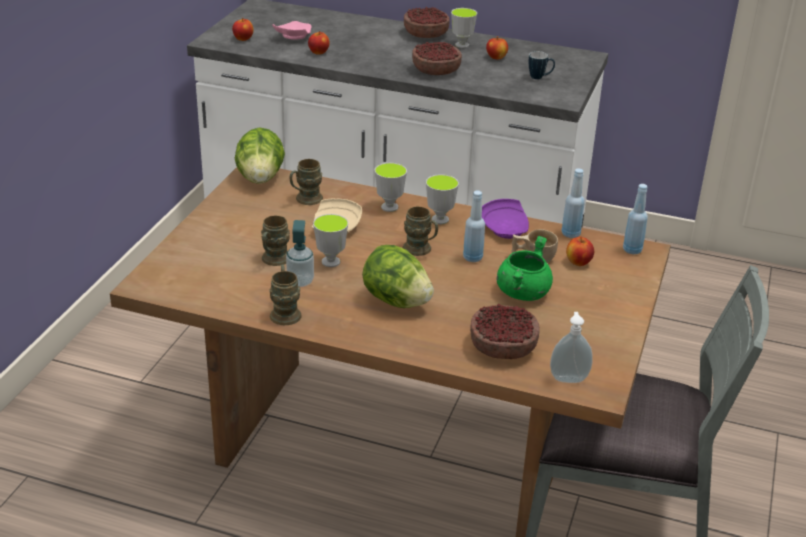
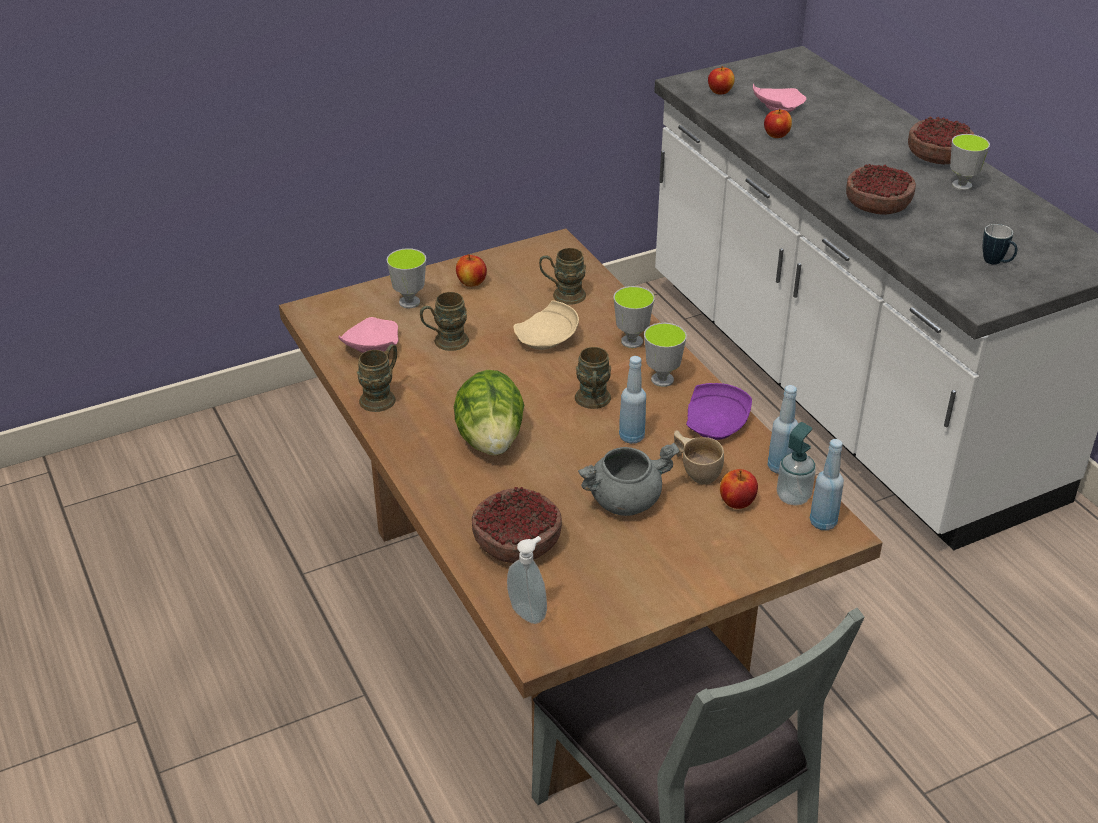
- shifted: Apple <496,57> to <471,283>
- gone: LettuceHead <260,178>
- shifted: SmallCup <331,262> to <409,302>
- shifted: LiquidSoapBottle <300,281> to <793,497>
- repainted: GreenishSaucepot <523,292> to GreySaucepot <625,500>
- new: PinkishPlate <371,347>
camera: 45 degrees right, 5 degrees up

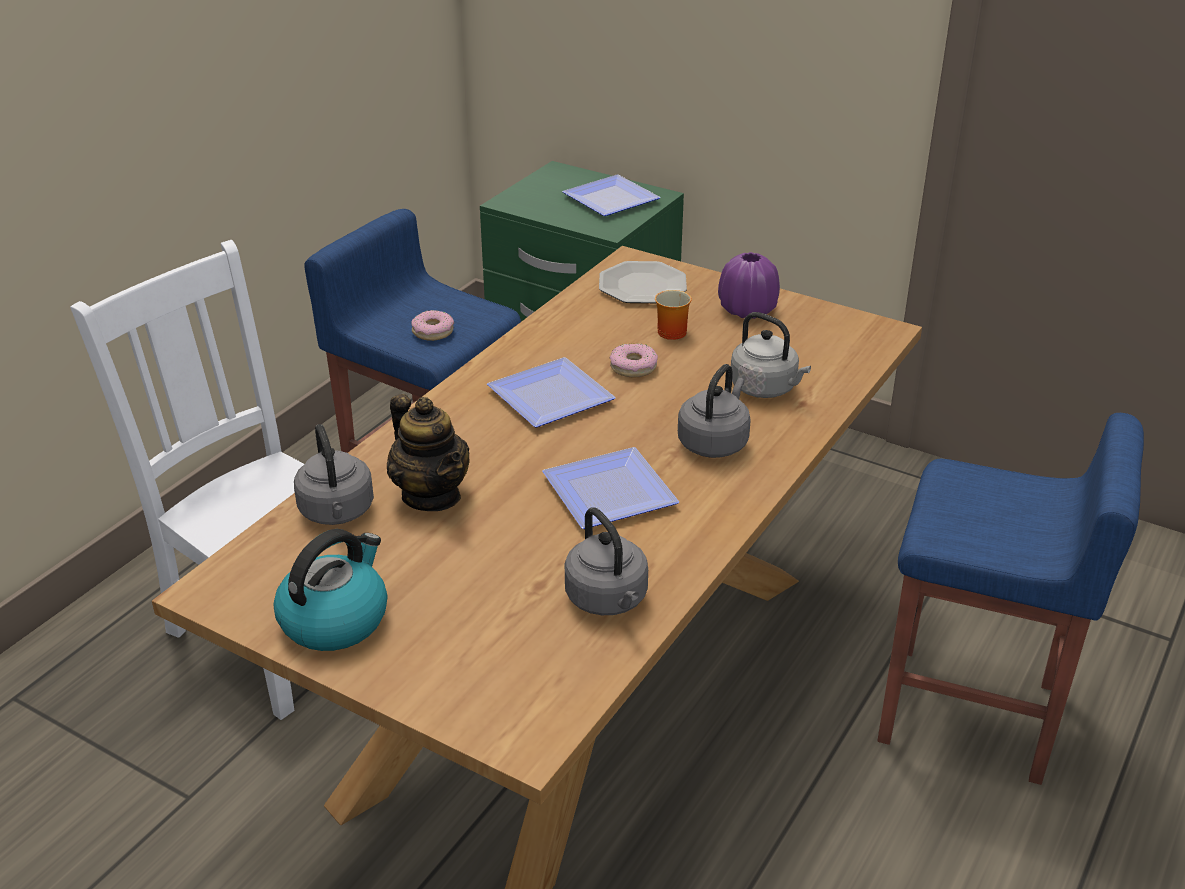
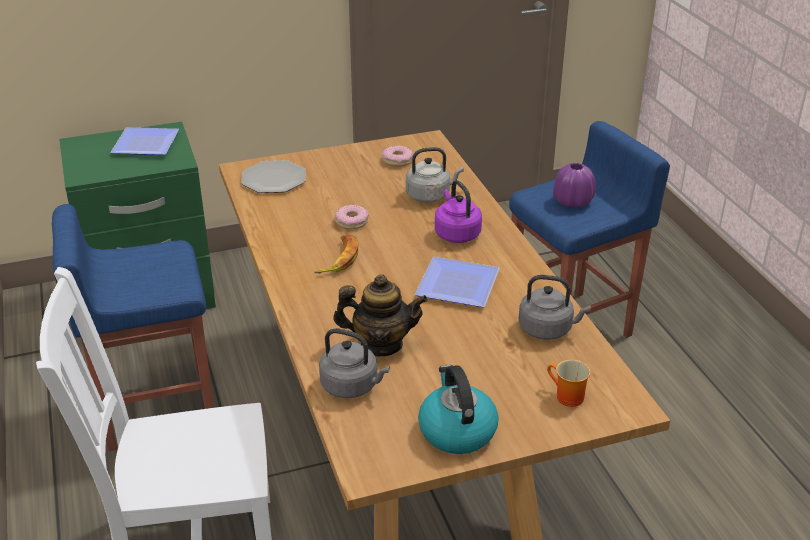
- shifted: PurpleVase <747,310> to <572,201>
- shifted: TeaMug <669,330> to <566,397>
- shifted: Doughnut <432,332> to <397,160>
- swapped: Plate <551,394> to BananaFruit <339,259>
- repainted: GreyKettle <714,442> to PurpleKettle <456,233>
camera: 50 degrees left, 0 degrees up

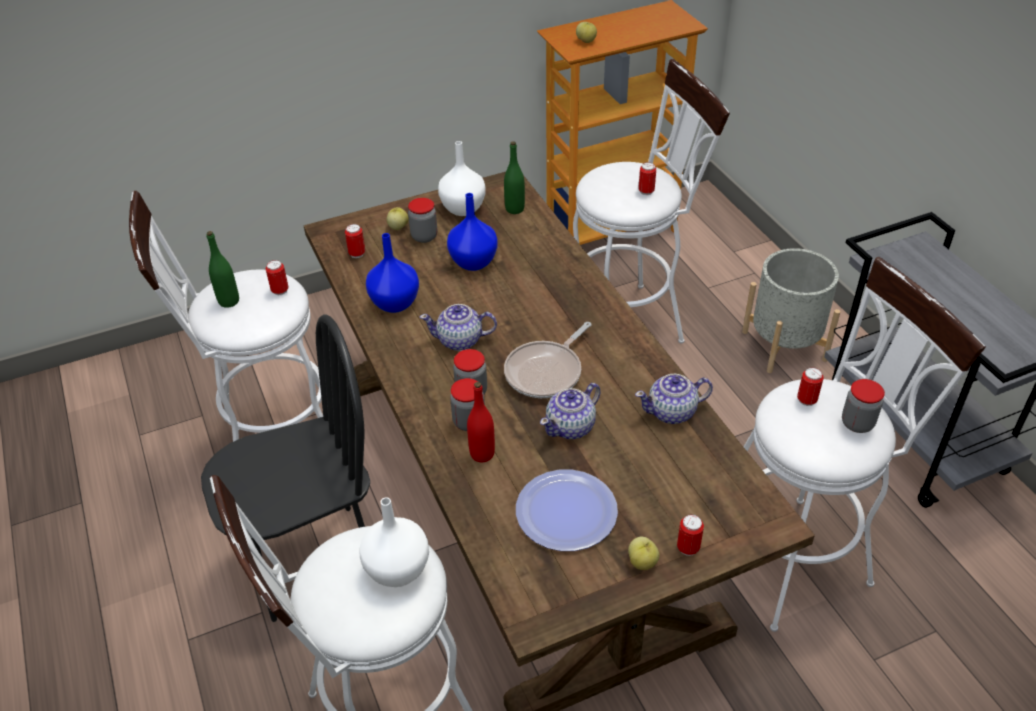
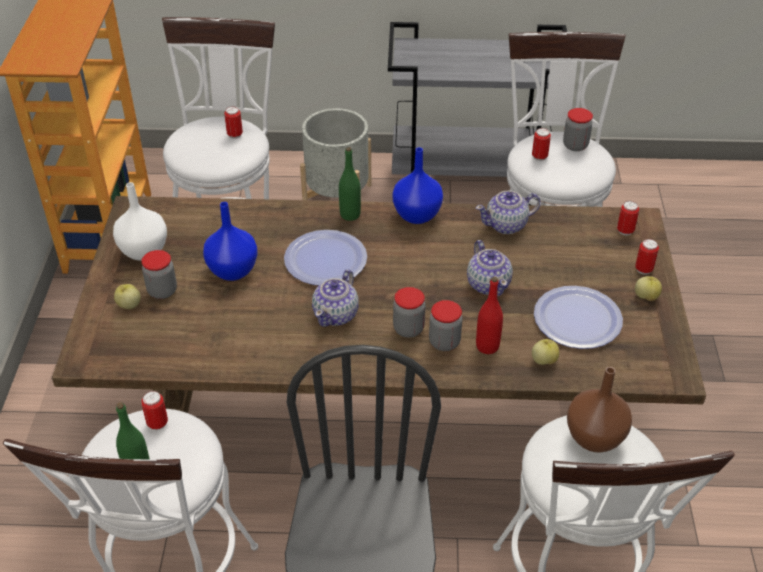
- shifted: Apple <586,41> to <544,360>
- shifted: GreenishBottle <514,209> to <350,215>
- shifted: MetalCan <357,254> to <625,231>
- shifted: BluishVase <394,303> to <416,215>
- gone: Pan <546,372>
- rotated: TeaPot <672,412> = <506,225> 60 degrees clockwise
- repainted: WhiteColouredVase <396,569> to BrownVase <593,438>
- new: Plate <325,259>
camera: 65 degrees left, 0 degrees up

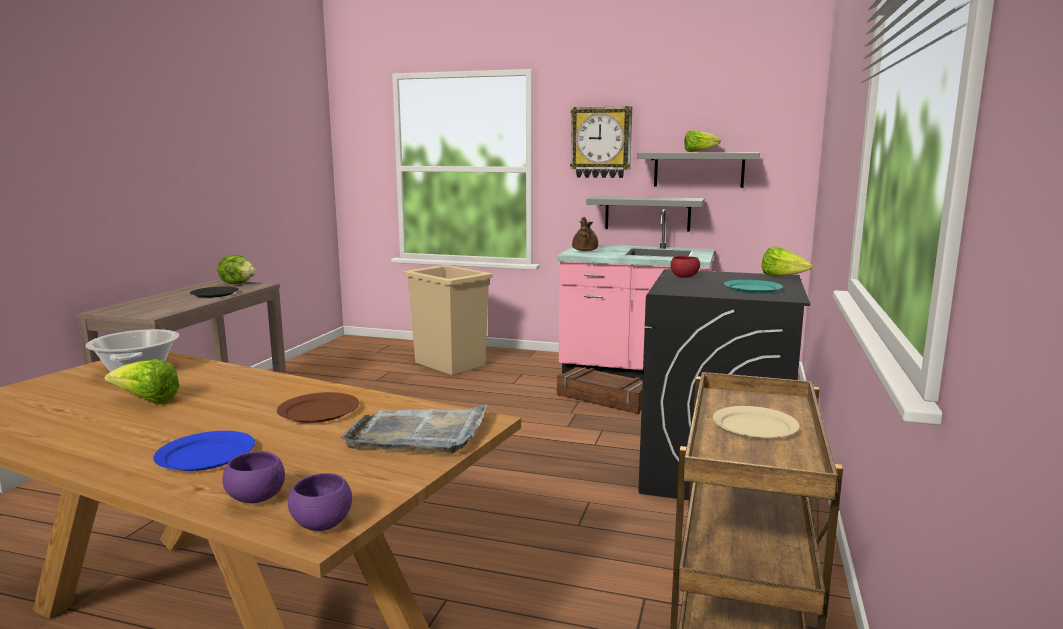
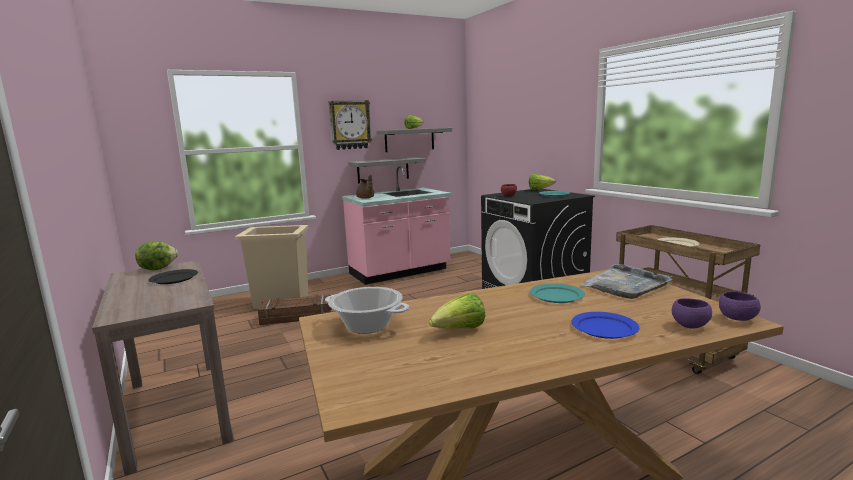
- shifted: ShippingCrate <605,399> to <297,316>
- repainted: BrownPlate <319,411> to BlueGreenPlate <556,295>
camera: 45 degrees left, 0 degrees up

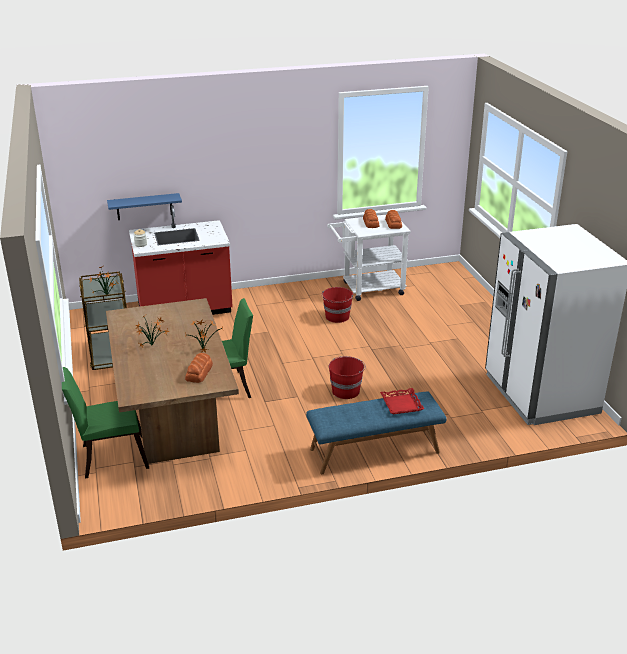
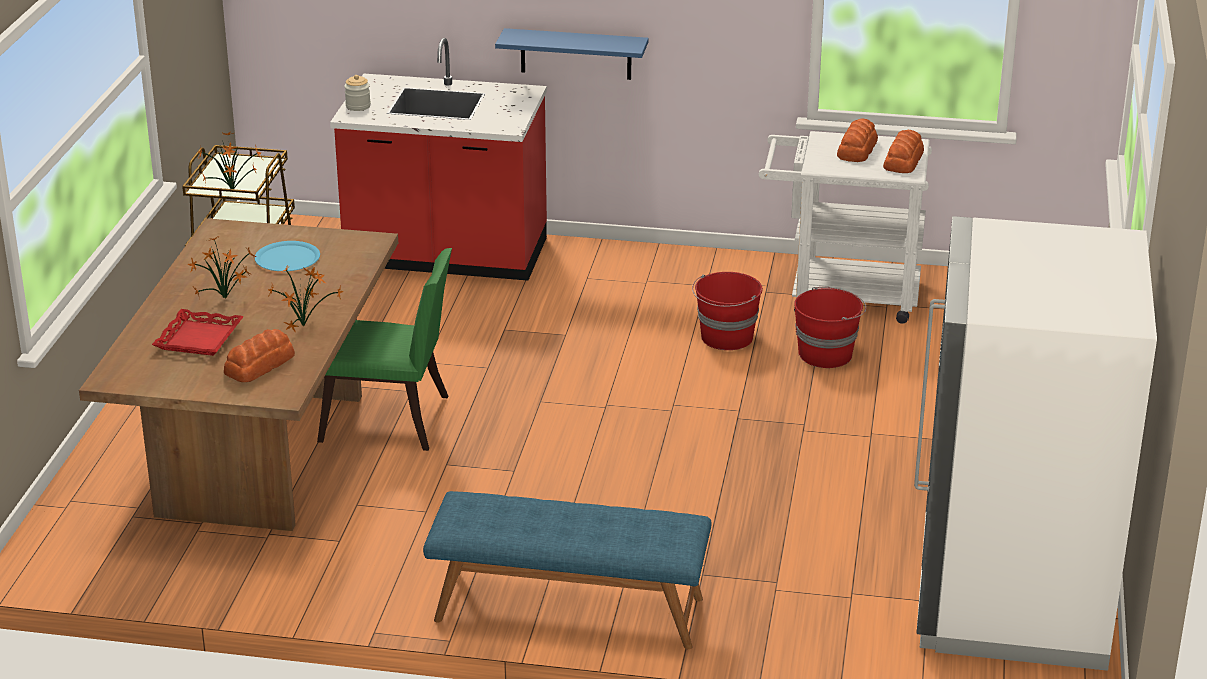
- shifted: BluishBracketShelf <144,206> to <576,54>
- shifted: ReddishWaterBucket <346,391> to <826,354>
- gone: GreenishUprightChair <109,457>
- shifted: ReddishServingTray <402,404> to <199,339>
- new: BluishPlate <287,258>
camera: 25 degrees right, 0 degrees up

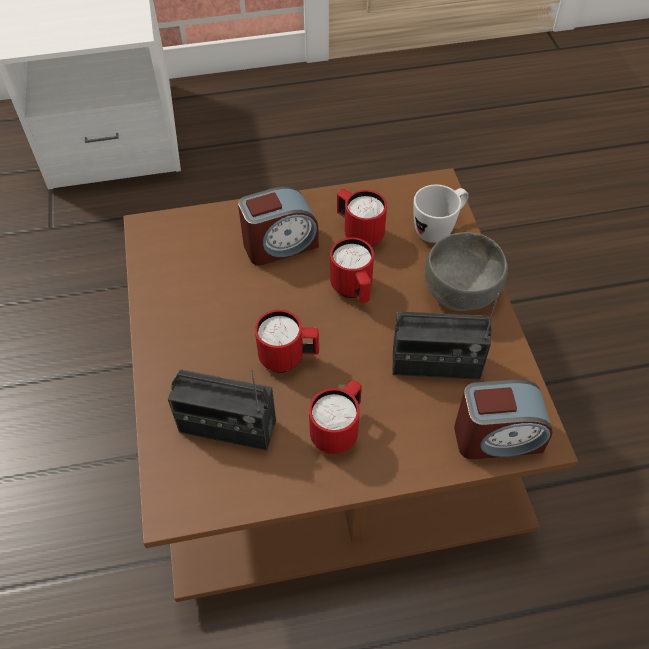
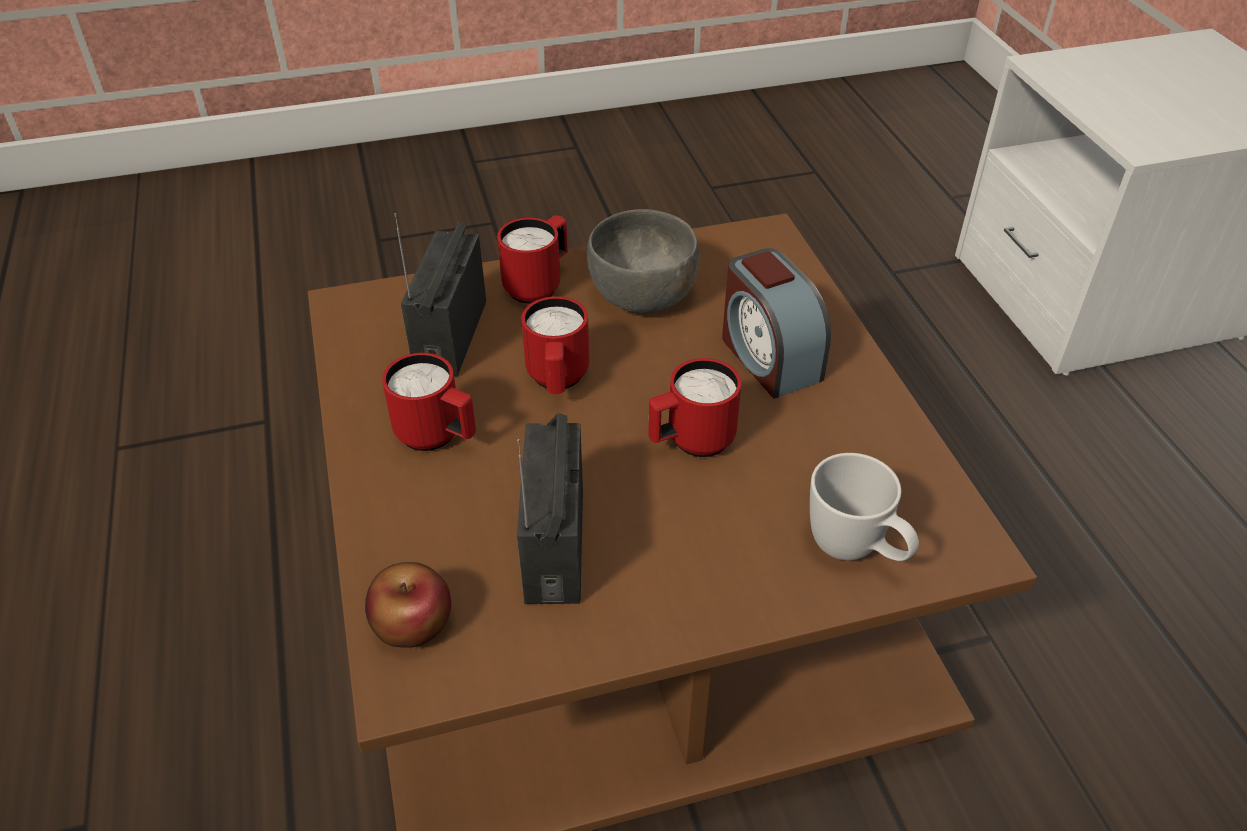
- shifted: ReddishTeaMug <359,233> to <538,285>
- shifted: GreyBowl <461,291> to <644,295>
- swapped: AlarmClock <497,437> to Apple <413,623>
camera: 85 degrees right, 10 degrees down

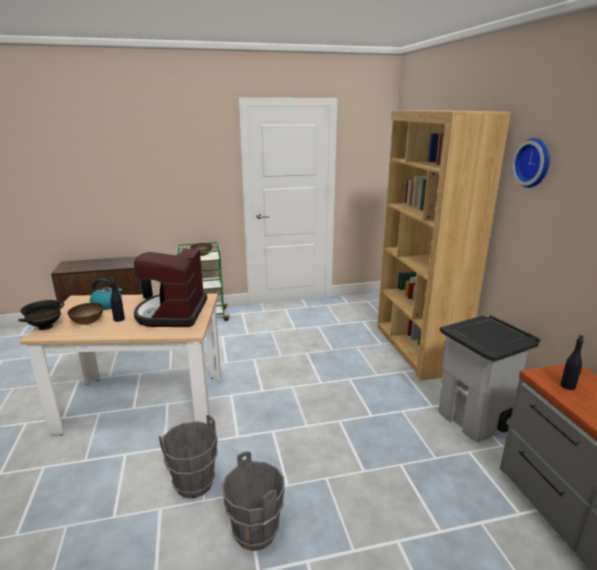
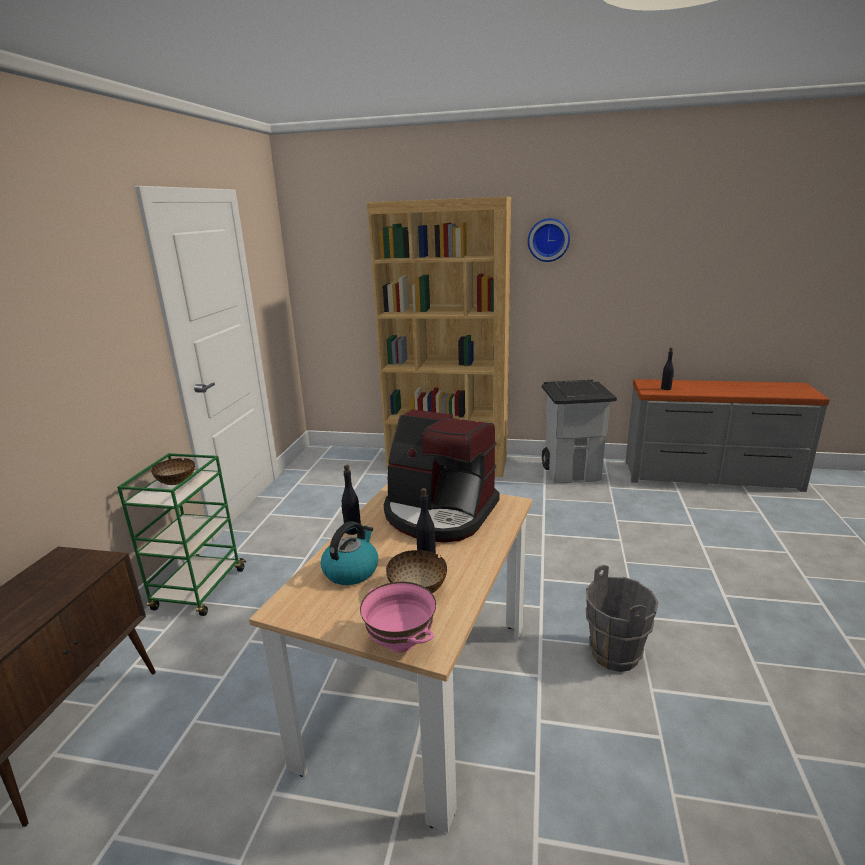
- repainted: BlackishBowl <46,327> to PinkishBowl <401,642>
- gone: GreyWaterBucket <255,532>
camera: 65 degrees left, 0 degrees up

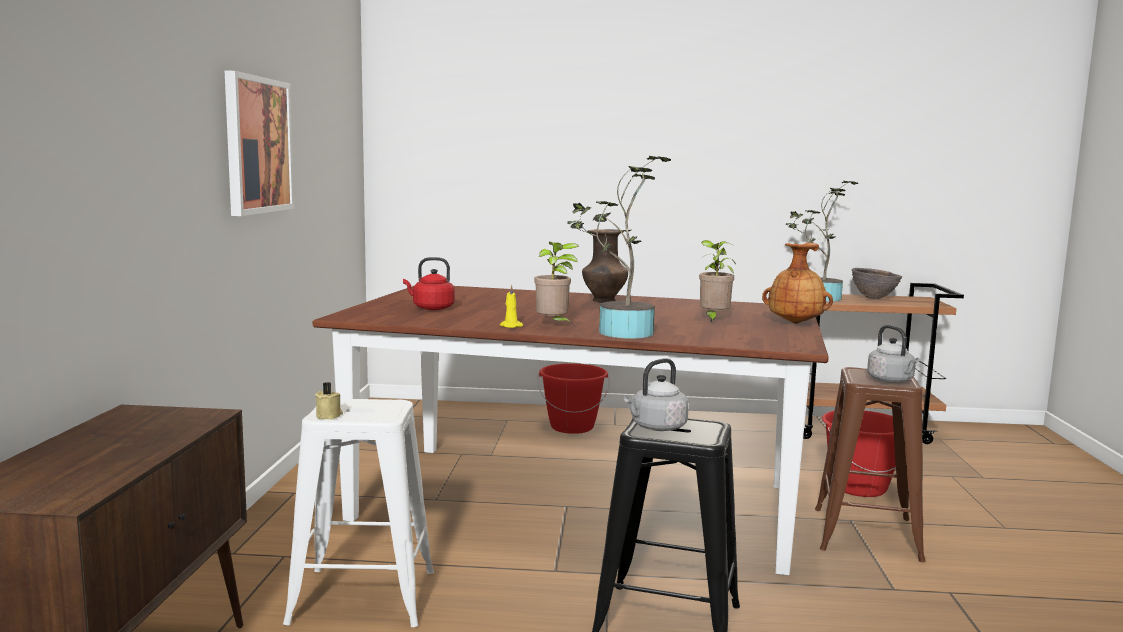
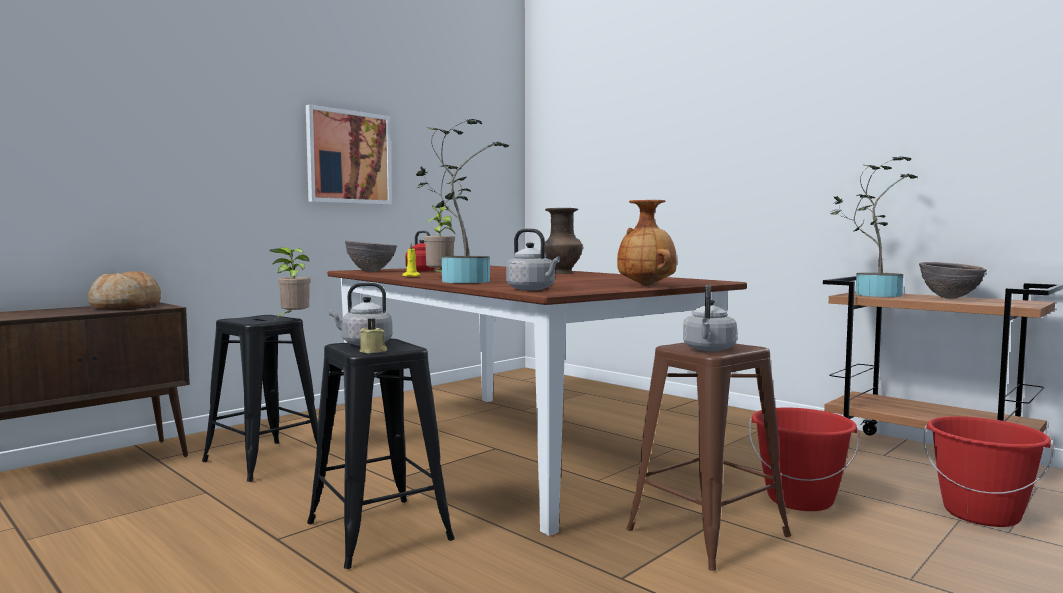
- shifted: PlantInAPot <713,320> to <293,319>
- shifted: ReddishWaterBucket <572,427> to <981,514>
- shifted: BeigeColouredCandle <329,415> to <373,351>
- repainted: WhiteColouredStool <364,597> to BlackishStool <265,461>
- new: GreyKettle <532,289>
- new: BrownBowl <371,271>
- new: BakedBread <126,306>
camera: 40 degrees right, 5 degrees down

